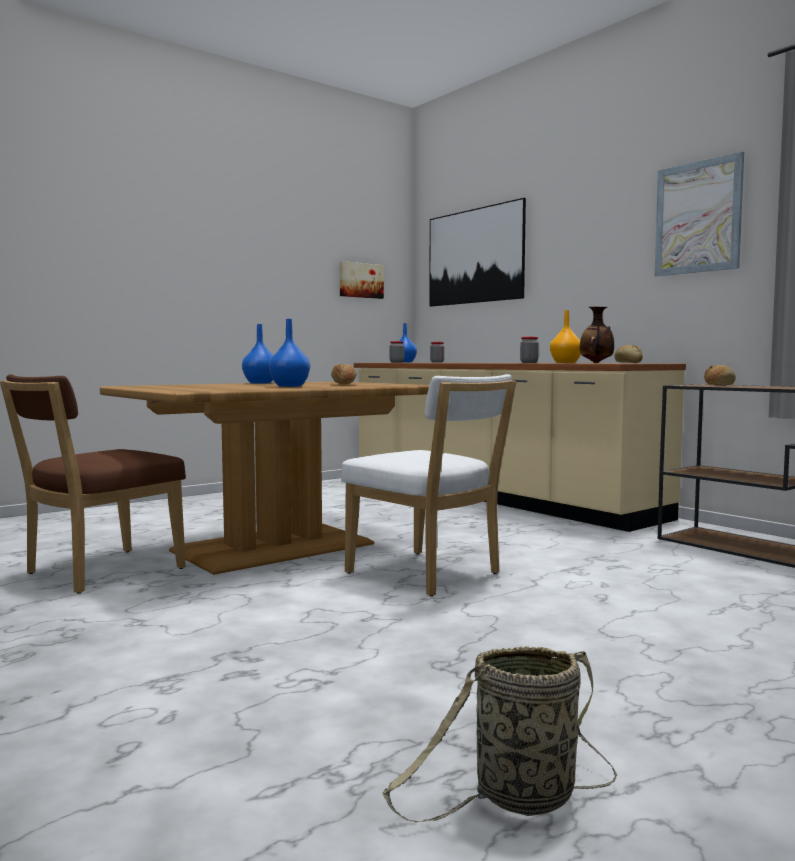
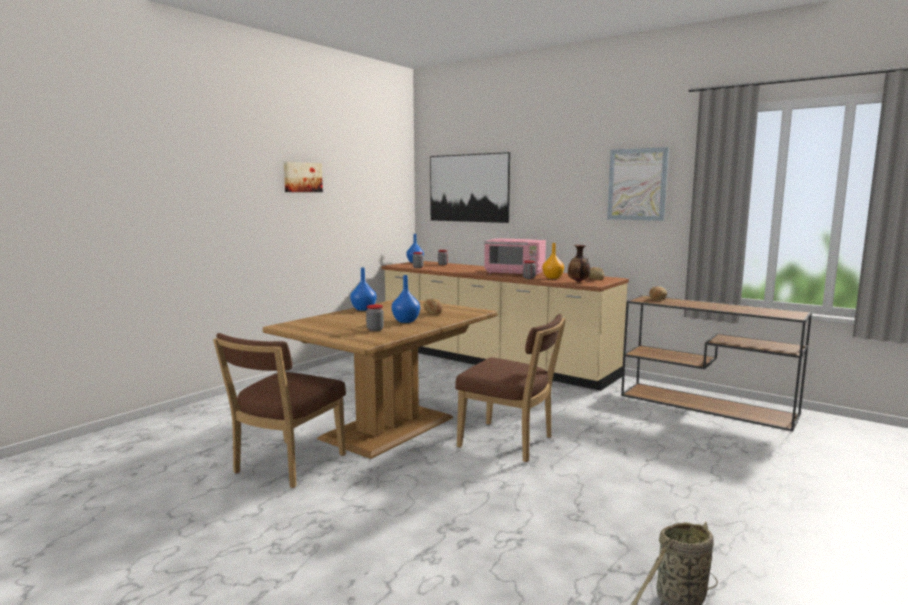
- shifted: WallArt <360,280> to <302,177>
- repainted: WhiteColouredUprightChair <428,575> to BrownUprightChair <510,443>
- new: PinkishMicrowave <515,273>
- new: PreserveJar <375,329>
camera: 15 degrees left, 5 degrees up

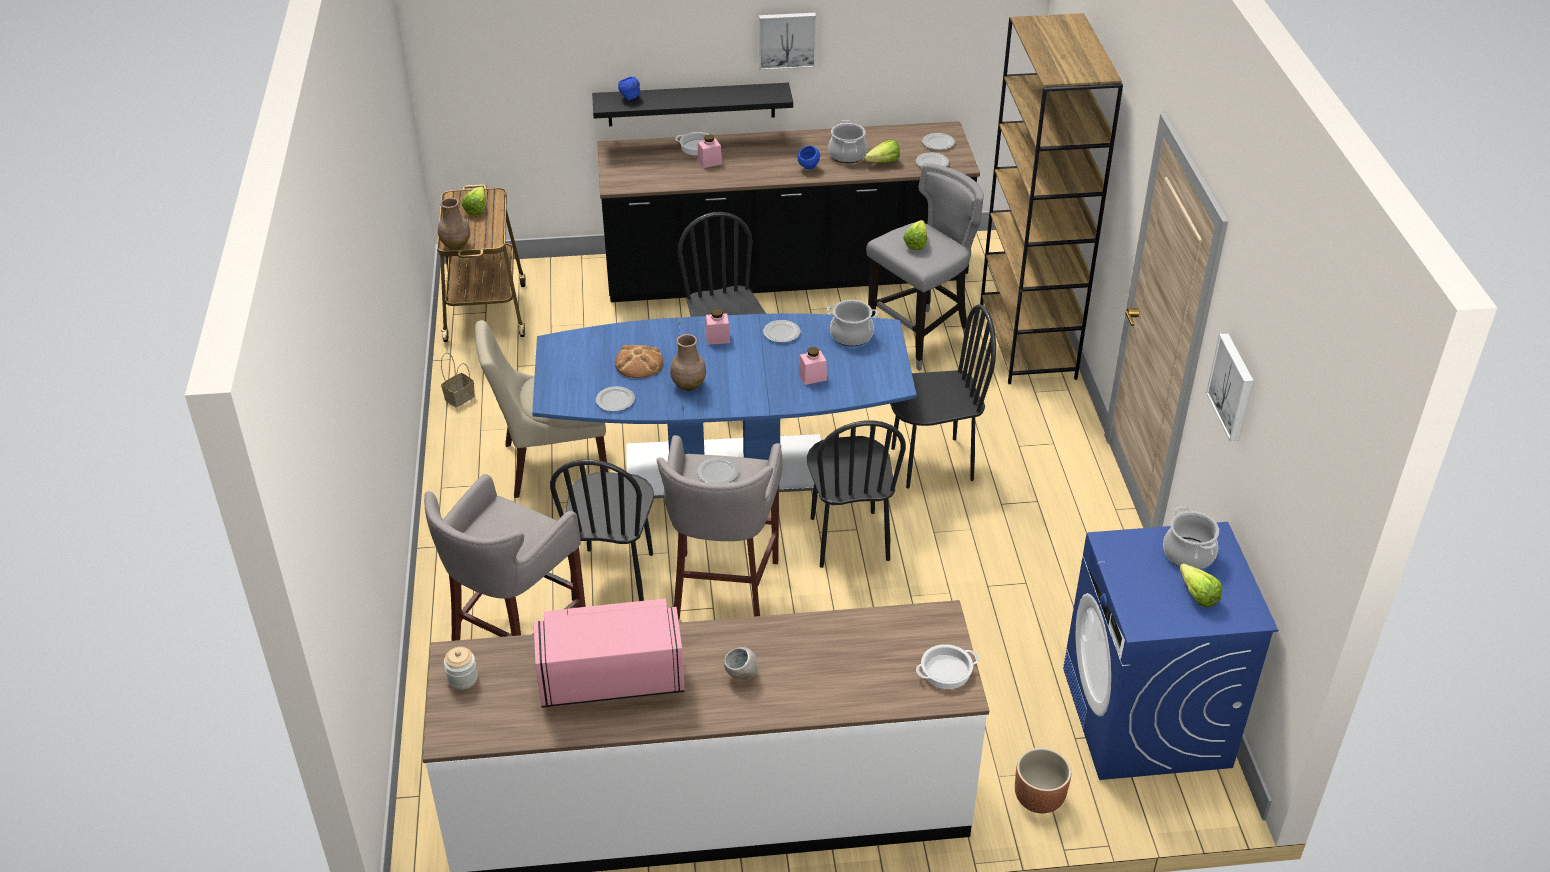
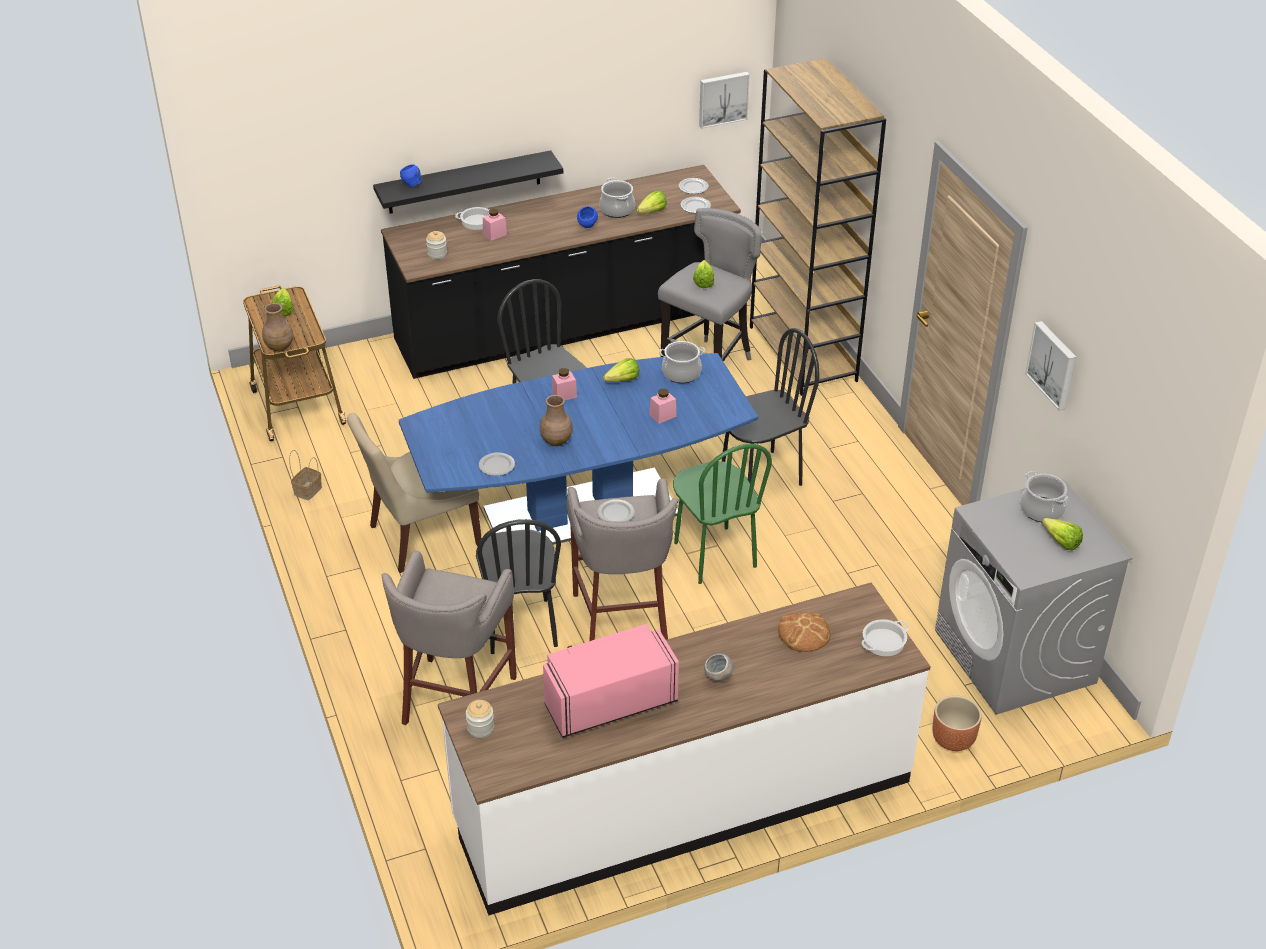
- shifted: WallArt <786,40> to <723,98>
- swapped: Plate <782,333> to LettuceHead <619,381>
- shifted: BakedBread <639,363> to <803,633>
- repainted: BlackishUprightChair <848,539> to GreenishUprightChair <714,555>
- repainted: BluishLaundryAppliance <1146,718> to GreyLaundryAppliance <1015,657>
- new: PreserveJar <437,254>
camera: 15 degrees left, 0 degrees up

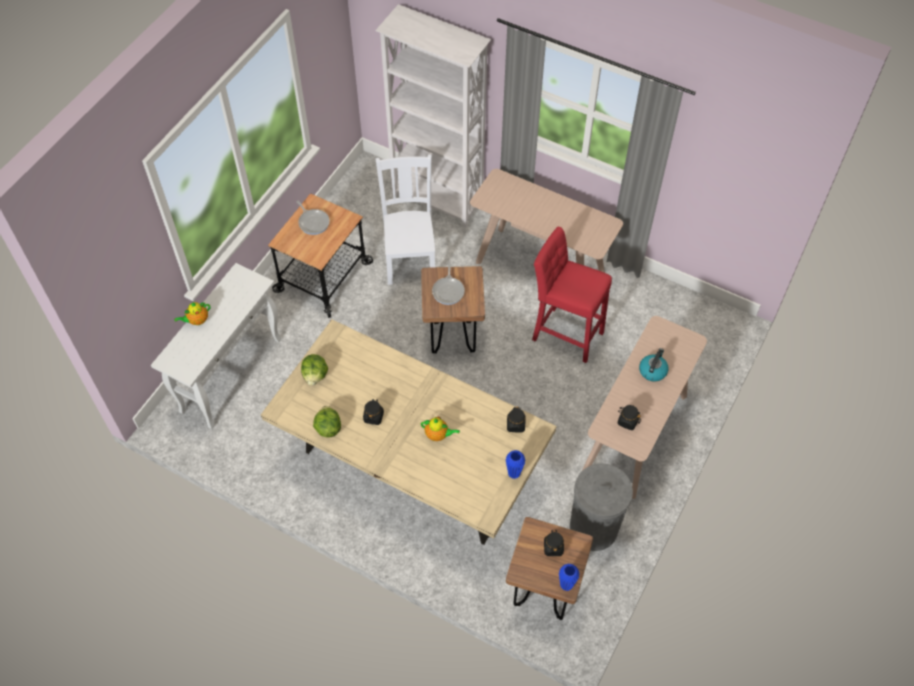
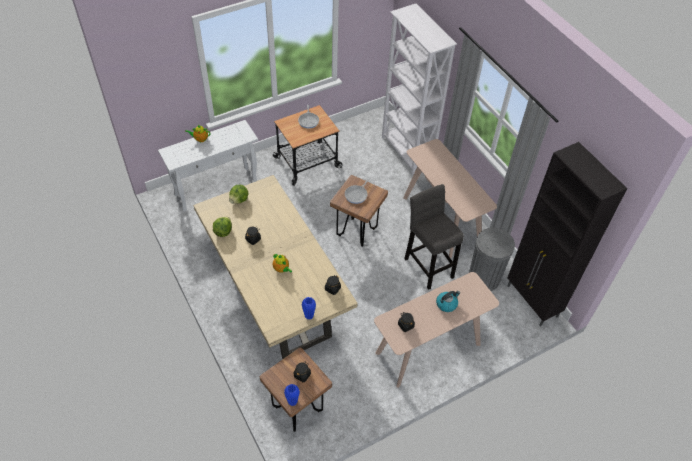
- gone: WhiteColouredUprightChair <410,257>
- repainted: ReddishStool <564,333> to GreyStool <428,265>
- shifted: GreyWasteBin <593,528> to <484,278>
- new: BlackishCupboard <532,302>
camera: 30 degrees right, 5 degrees down

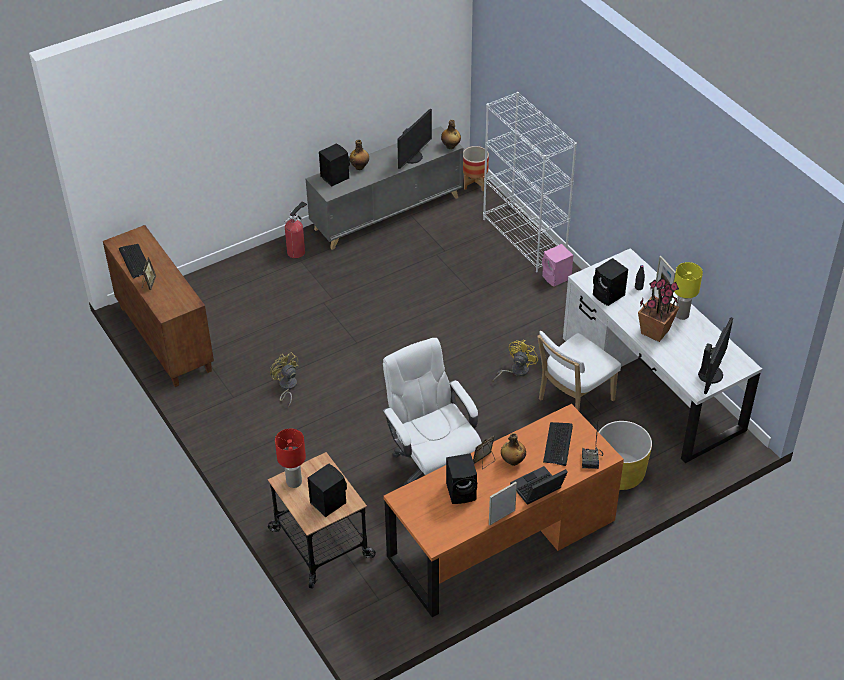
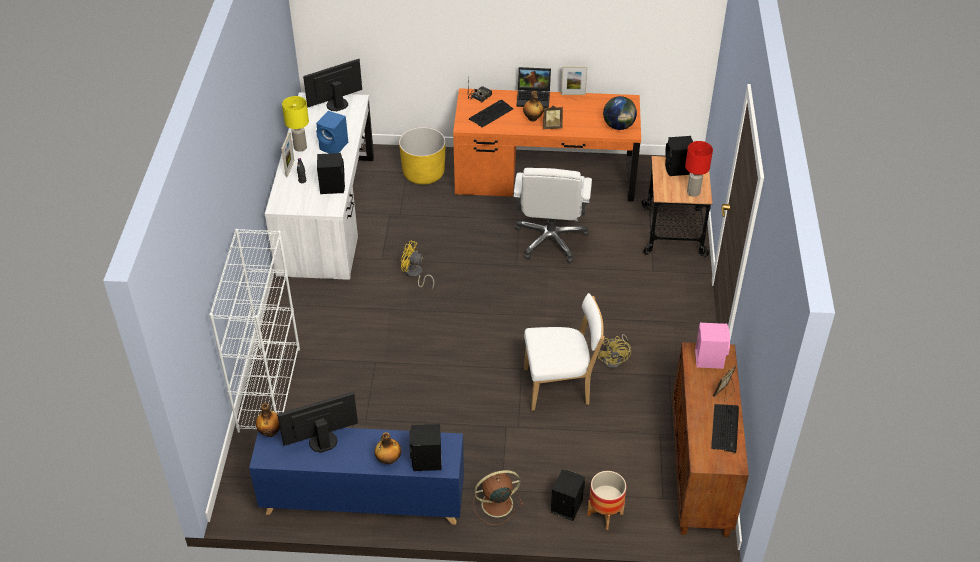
- repainted: GreyCupboard <387,213> to BluishCupboard <363,500>
- shifted: FlowerPot <474,184> to <605,514>
- swapped: Extinguisher <297,251> to BrownElectricFan <495,504>
- shifted: PinkishLoudspeaker <556,278> to <709,358>
- swapped: PlantInAPot <655,331> to BluishLoudspeaker <334,146>
- shifted: WhiteColouredUprightChair <573,401> to <560,386>
- rotated: YellowElectricFan <516,371> = <415,275> 45 degrees clockwise
- shifted: BlackishLoudspeaker <462,491> to <565,506>
- new: Globe <619,126>
camera: 145 degrees left, 0 degrees up

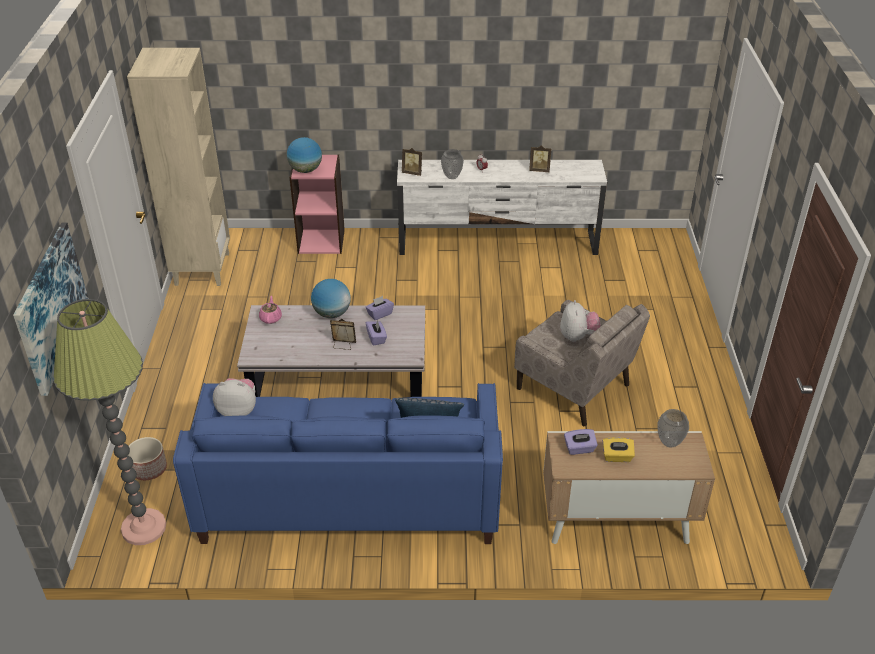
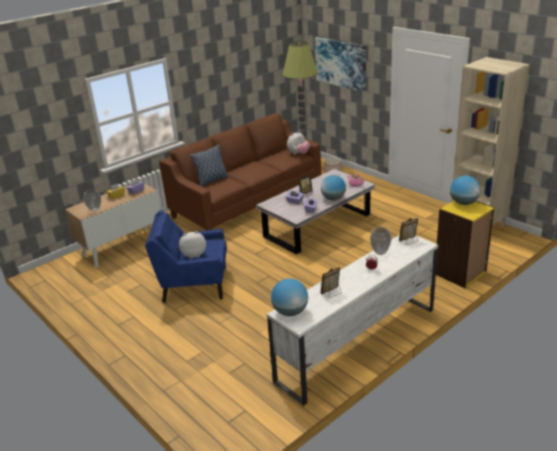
- repainted: PinkishBookshelf <321,241> to YellowBookshelf <460,273>
- repainted: BeigeColouredEasyChair <574,388> to BluishEasyChair <194,284>
- rotated: CuddlyToy <578,337> = <194,254> 120 degrees clockwise
- repainted: BluishSofa <349,495> to BrownSofa <247,202>
- new: Globe <290,312>
camera: 140 degrees right, 10 degrees down

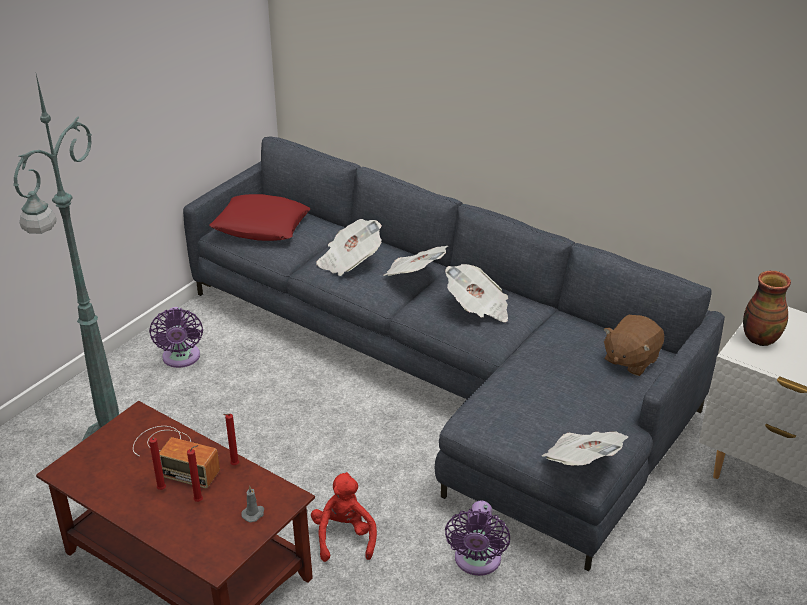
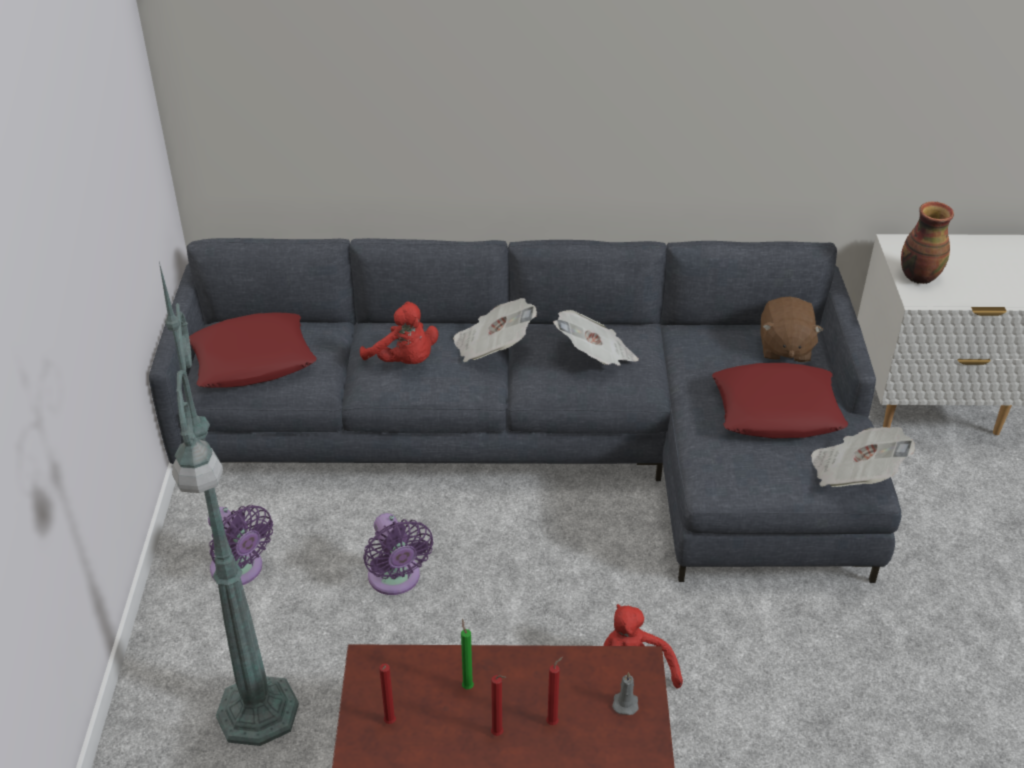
- swapped: PrintedPaper <349,262> to ReddishCuddlyToy <404,361>
- shifted: ReddishCandle <233,465> to <389,723>
- swapped: Radio <175,455> to GreenishCandle <467,685>
- shifted: PurpleElectricFan <477,562> to <396,579>
- new: ReddishCushion <777,410>
camera: 35 degrees left, 5 degrees up

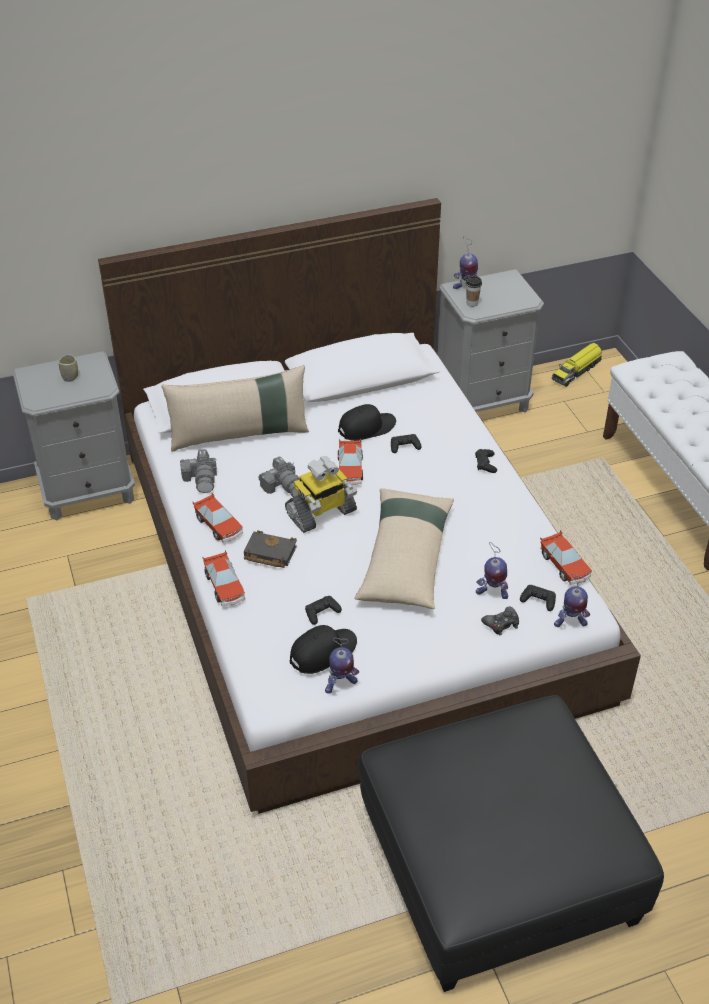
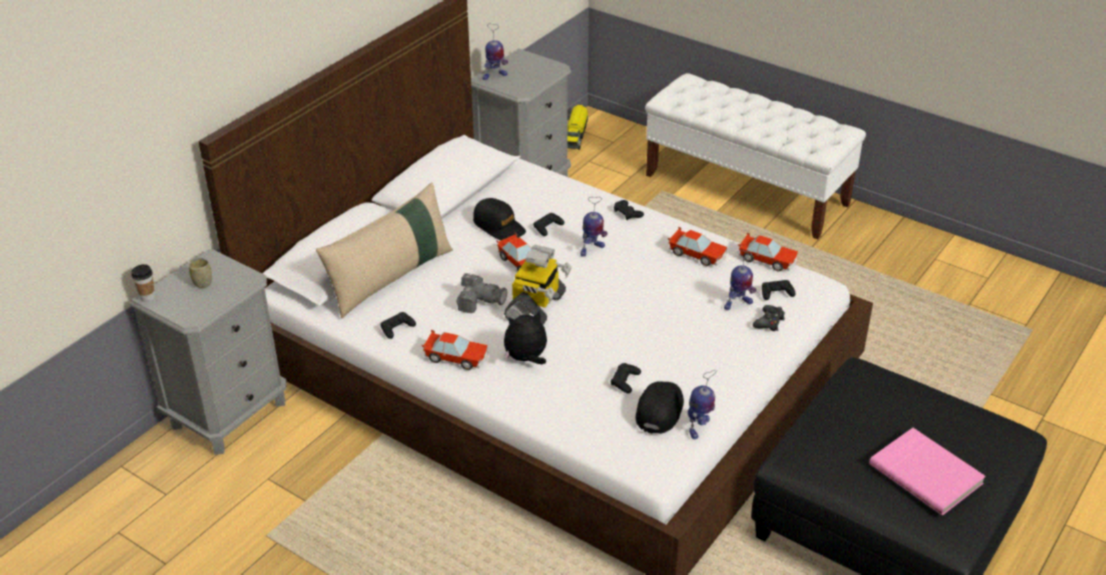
- shifted: SmallCup <472,303> to <148,297>
- rotated: BlackishBaseballCap <366,428> = <499,226> 105 degrees clockwise
- swapped: PhotoCamera <202,479> to BlackishGameController <397,328>
- gone: BeigeColouredCushion <405,558>
- swapped: BlackishVolume <268,553> to CuddlyToy <526,359>
- shifted: MiniatureCar <224,586> to <697,255>
- shifted: RobotFigure <570,623> to <591,250>
- new: PinkishVolume <927,473>
camera: 35 degrees left, 5 degrees down

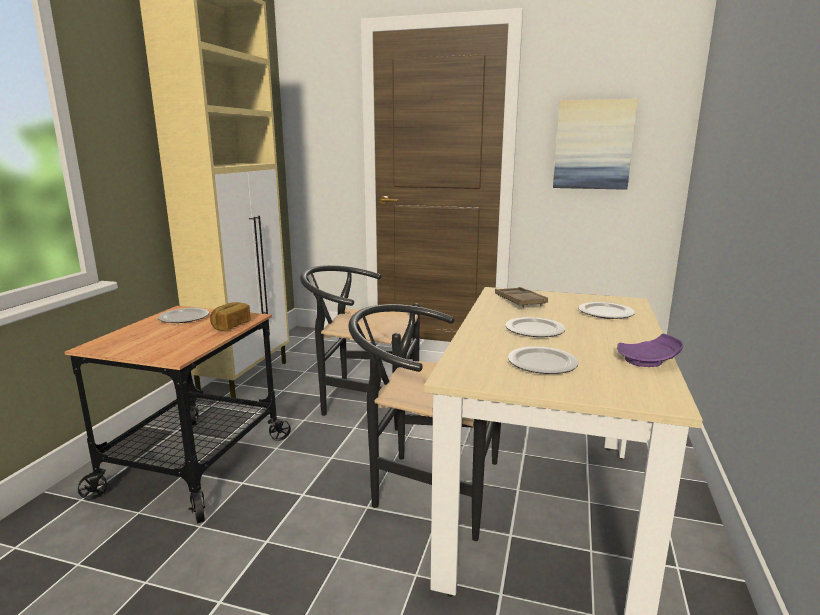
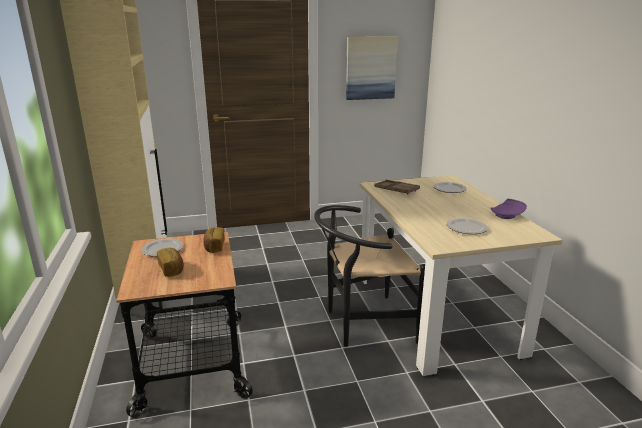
- gone: BlackishUprightChair <362,402>
- gone: Plate <533,330>
- new: BakedBread <172,269>
camera: 30 degrees left, 5 degrees up

